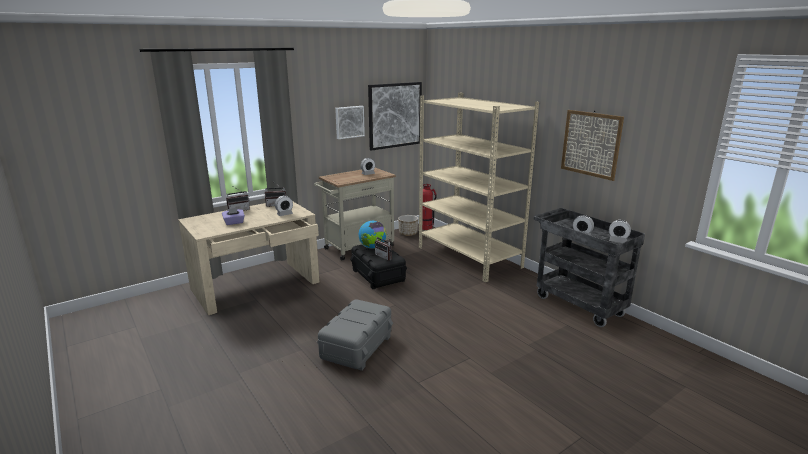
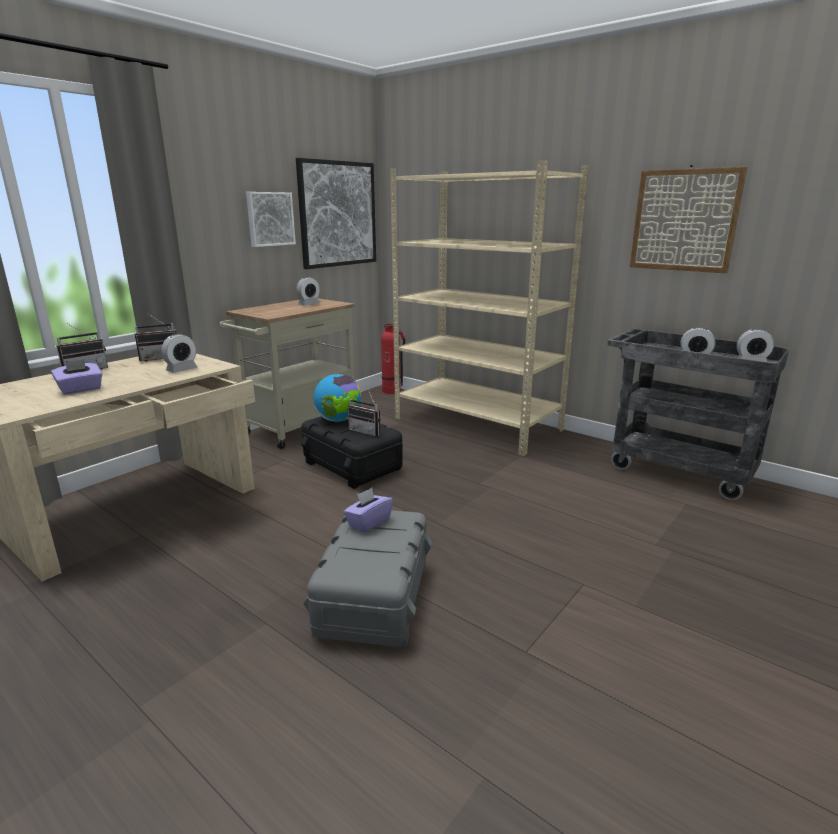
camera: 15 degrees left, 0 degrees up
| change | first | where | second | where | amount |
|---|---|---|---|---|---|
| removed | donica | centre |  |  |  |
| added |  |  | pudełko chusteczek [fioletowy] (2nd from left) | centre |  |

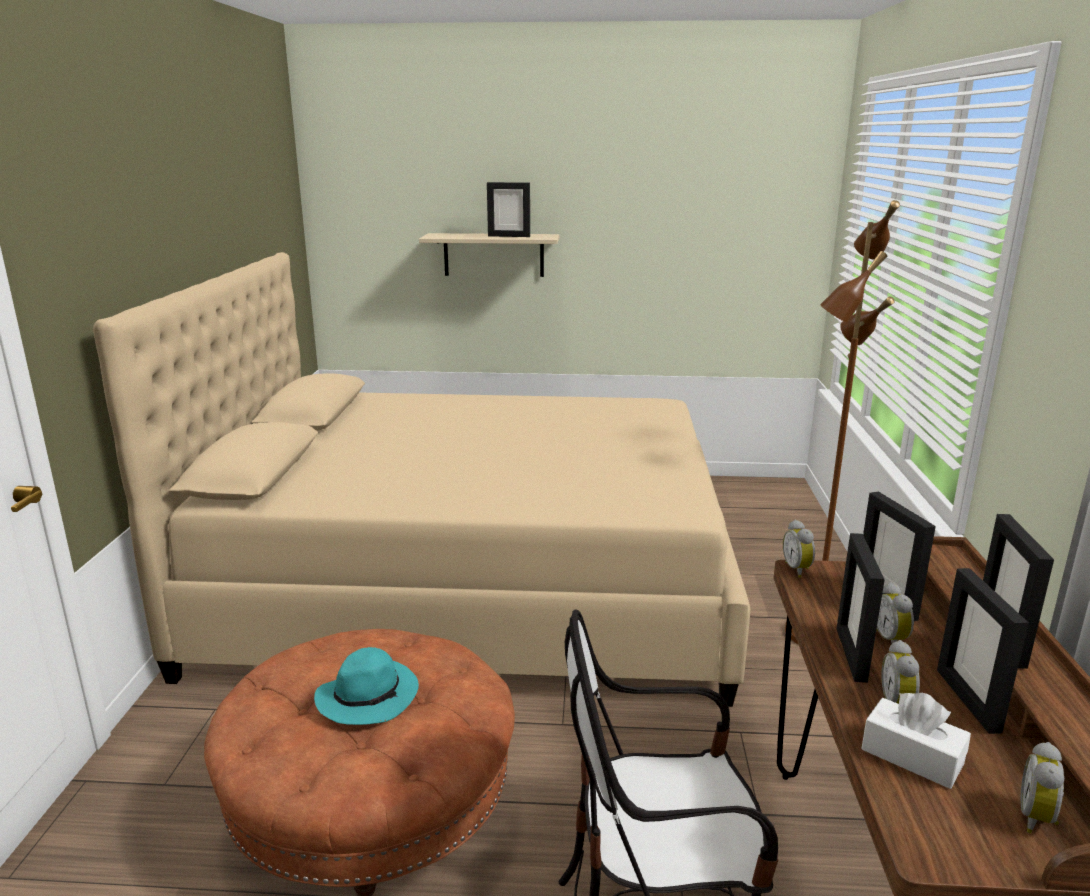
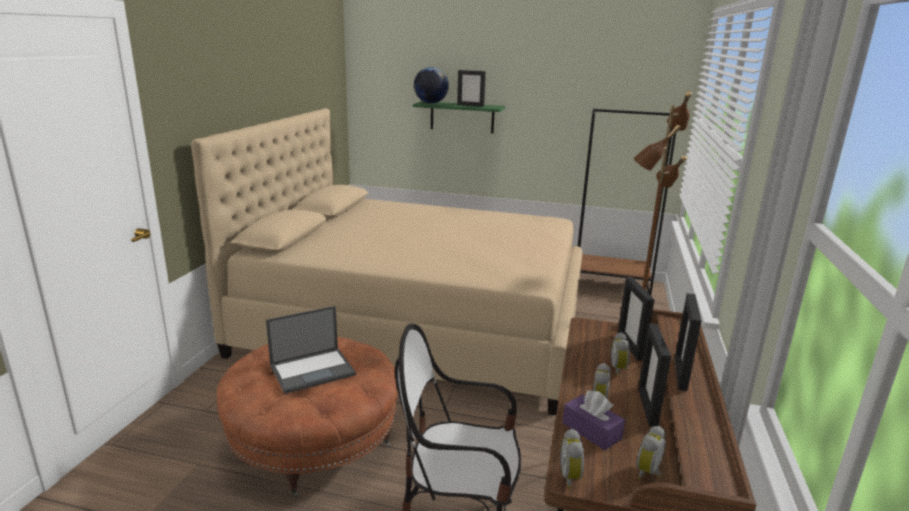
camera: 10 degrees right, 0 degrees up
| change | first | where | second | where | amount |
|---|---|---|---|---|---|
| replaced | kapelusz [turkusowy] | bottom centre | laptop | bottom centre |  |
| recoloured | półka [beżowy] | top centre | półka [zielony] | top centre |  |
| moved | budzik (1st from left) | middle right |  | bottom centre |  |
| removed | ramka na zdjęcie (2nd from left) | bottom right |  |  |  |
| recoloured | pudełko chusteczek [biały] | bottom right | pudełko chusteczek [fioletowy] | bottom centre |  |
| added |  |  | globus | top centre |  |
| added |  |  | wieszak | middle right |  |

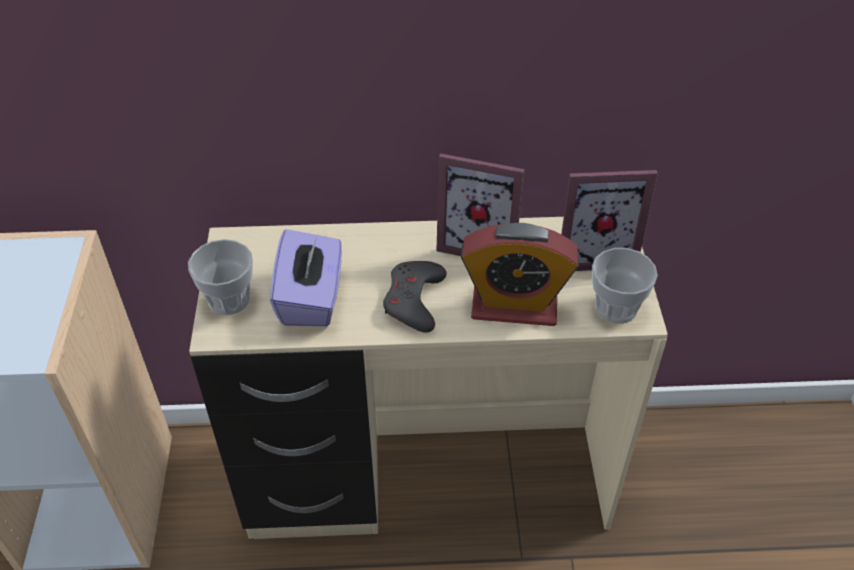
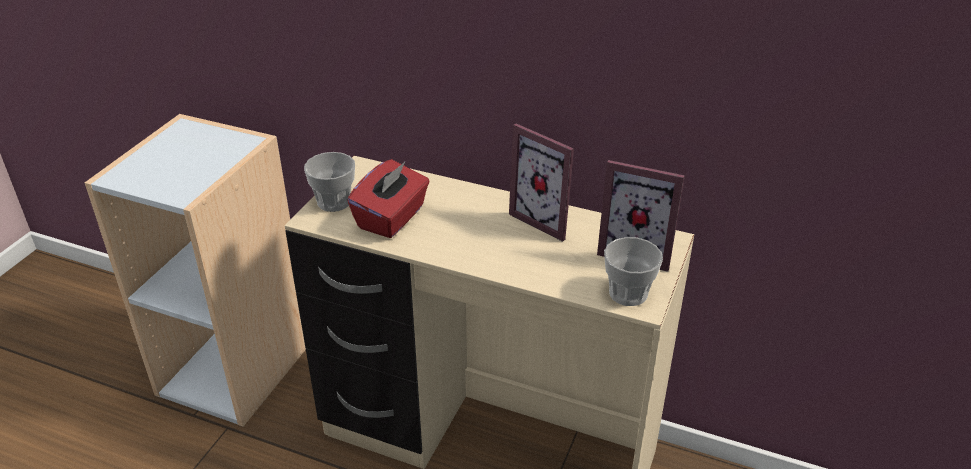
camera: 25 degrees right, 10 degrees down
| change | first | where | second | where | amount |
|---|---|---|---|---|---|
| recoloured | pudełko chusteczek [fioletowy] | centre | pudełko chusteczek [czerwony] | centre |  |
| removed | pad do gier [szary] | centre |  |  |  |
| removed | budzik | centre |  |  |  |

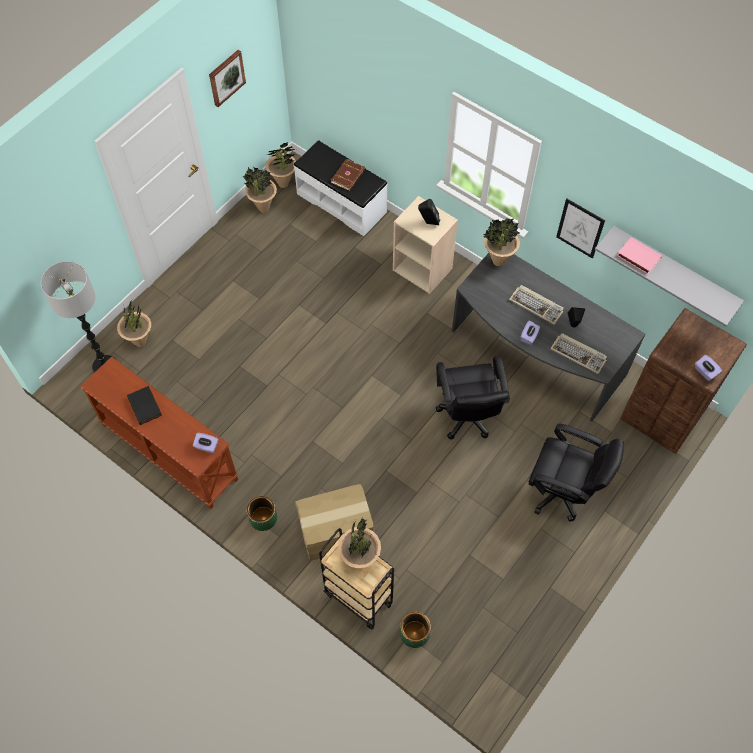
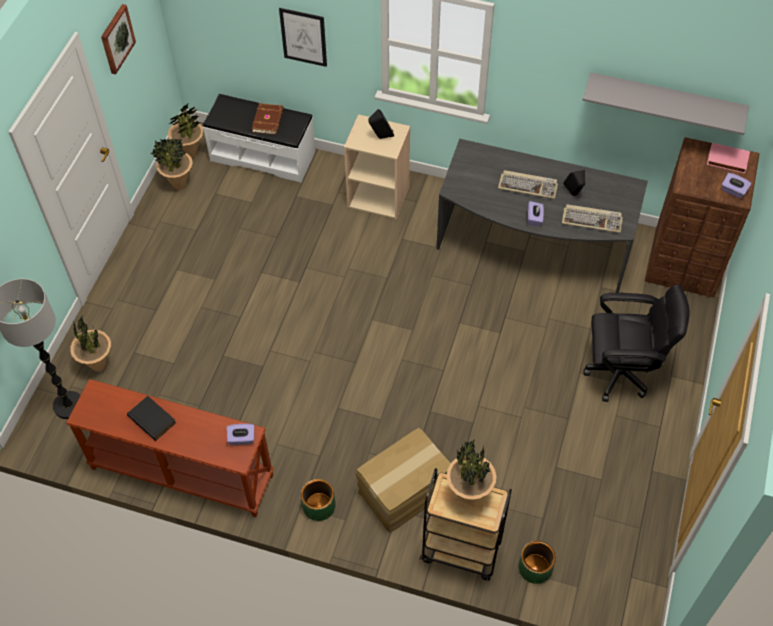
camera: 20 degrees left, 5 degrees down
| change | first | where | second | where | amount |
|---|---|---|---|---|---|
| removed | krzesło biurowe [czarny] (1st from left) | centre |  |  |  |
| removed | roślina doniczkowa (5th from left) | top centre |  |  |  |
| moved | obraz (2nd from left) | top right |  | top centre |  |
| moved | książka [różowy] | middle right |  | top right |  |

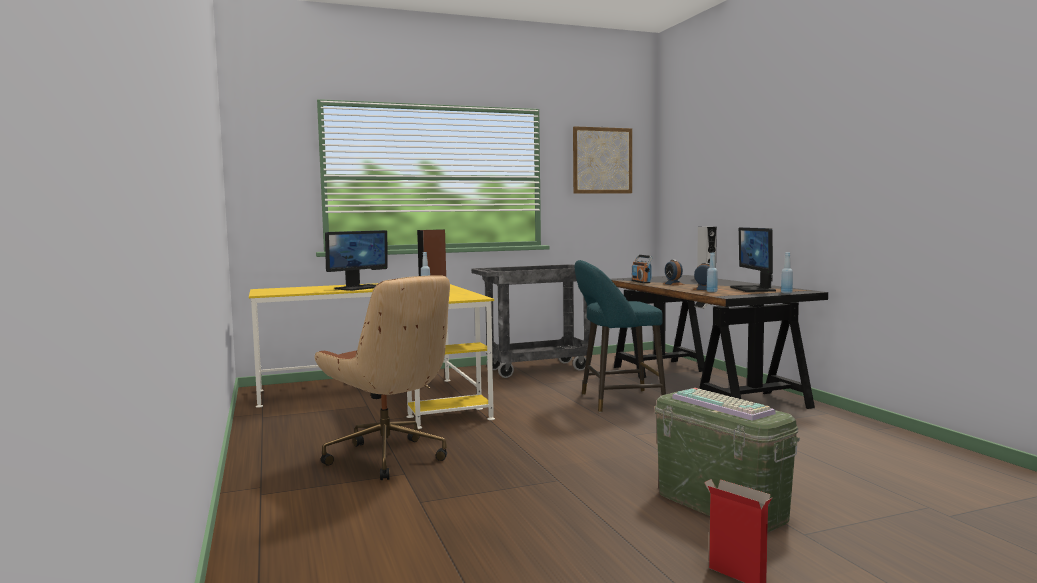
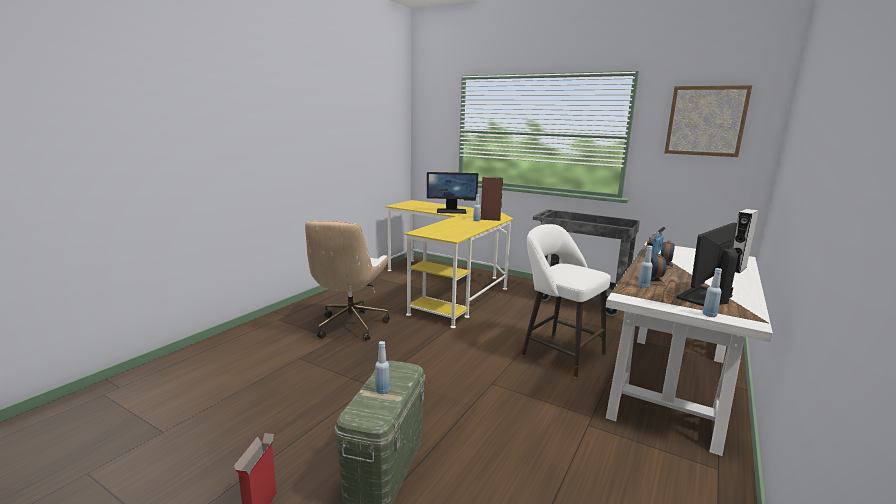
camera: 50 degrees right, 10 degrees up
| change | first | where | second | where | amount |
|---|---|---|---|---|---|
| recoloured | krzesło biurowe [brązowy] | centre | krzesło biurowe [biały] | centre |  |
| recoloured | stołek [turkusowy] | centre | stołek [biały] | centre |  |
| recoloured | biurko [czarny] | middle right | biurko [biały] | bottom right |  |
| replaced | klawiatura | bottom right | butelka [niebieski] (1st from left) | bottom centre |  |

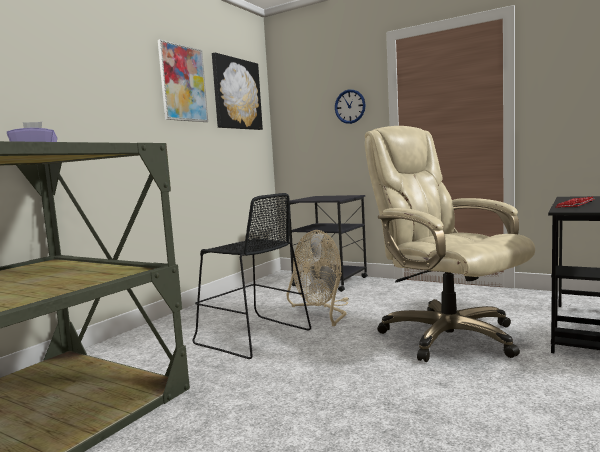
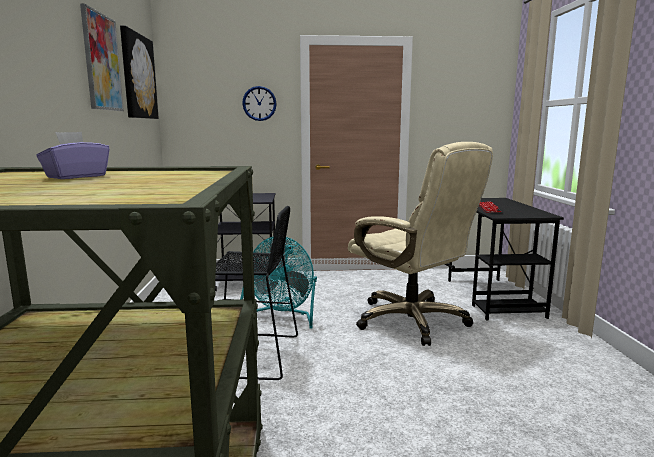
camera: 35 degrees left, 5 degrees up
| change | first | where | second | where | amount |
|---|---|---|---|---|---|
| recoloured | wentylator [beżowy] | centre | wentylator [turkusowy] | centre |  |
| turned | krzesło biurowe [beżowy] | middle right |  | centre | 150 degrees counterclockwise |

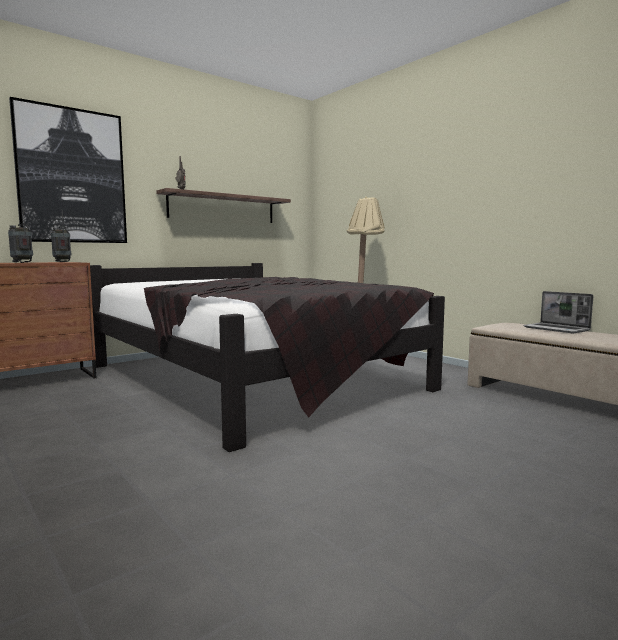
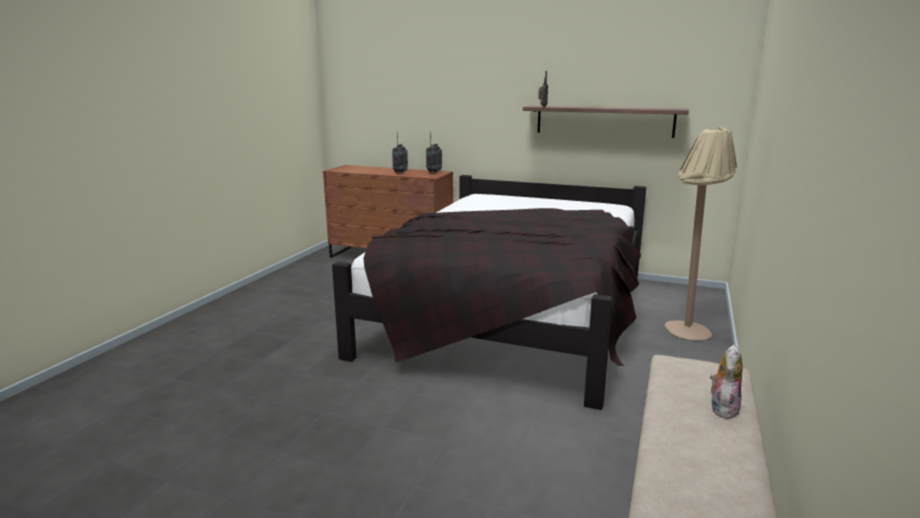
camera: 60 degrees right, 10 degrees up
| change | first | where | second | where | amount |
|---|---|---|---|---|---|
| removed | obraz | top left |  |  |  |
| replaced | laptop | middle right | pluszak | bottom right |  |

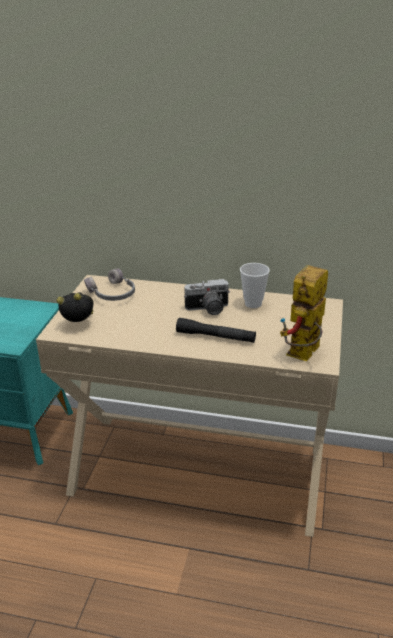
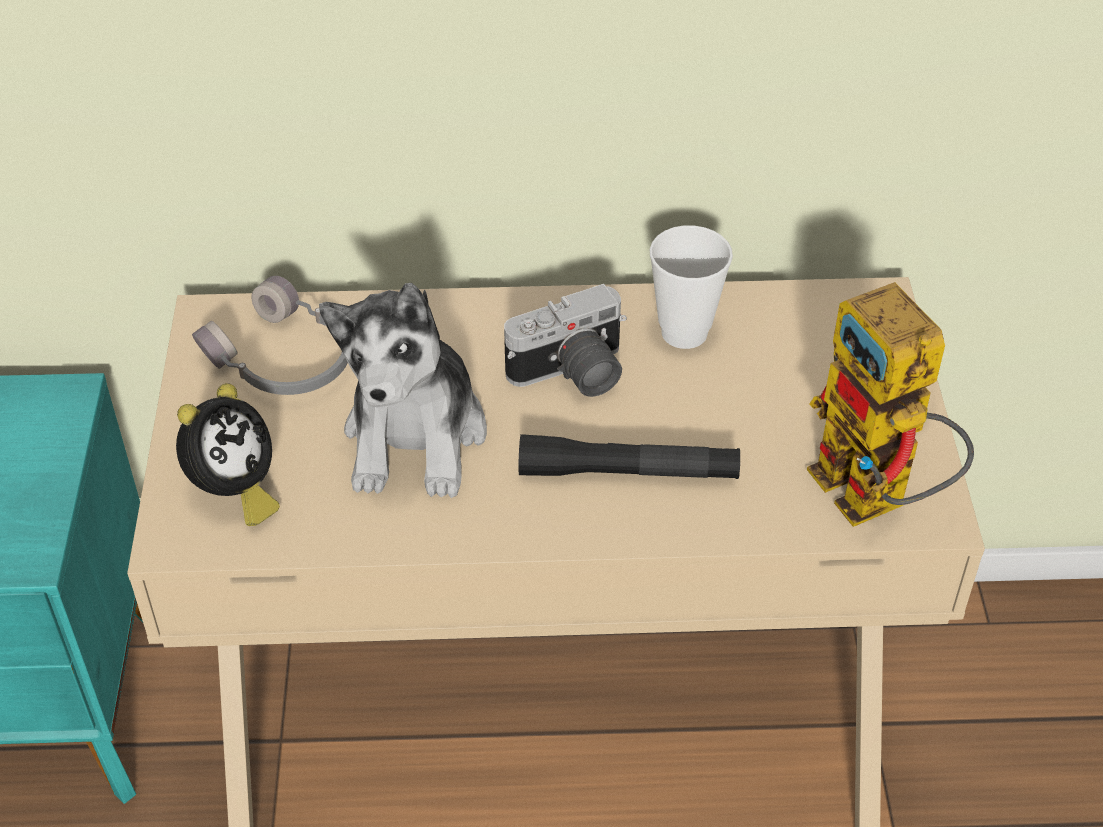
camera: 15 degrees left, 15 degrees up
| change | first | where | second | where | amount |
|---|---|---|---|---|---|
| turned | budzik | middle left |  | middle left | 135 degrees clockwise |
| turned | robot zabawkowy | middle right |  | middle right | 45 degrees counterclockwise |
| added |  |  | pluszak | centre |  |

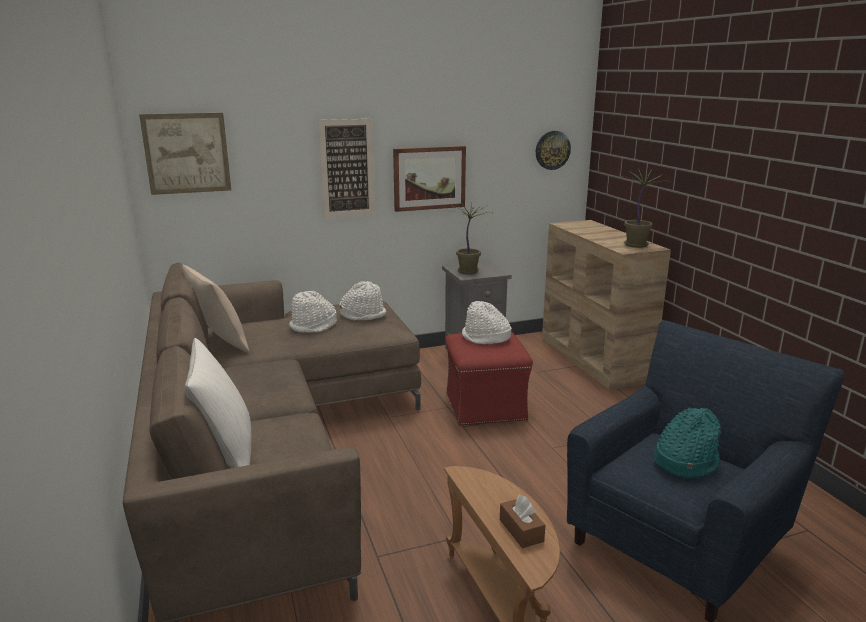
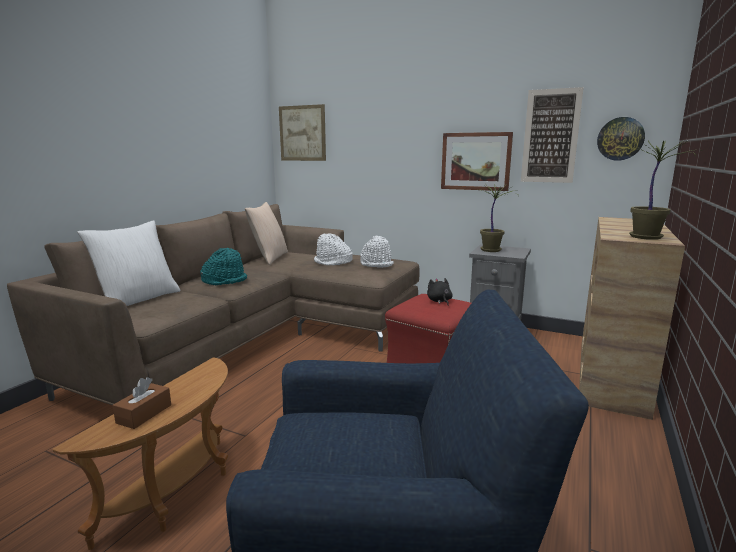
camera: 45 degrees right, 5 degrees down
| change | first | where | second | where | amount |
|---|---|---|---|---|---|
| moved | obraz (2nd from left in the first image) | top centre | obraz (3rd from left) | top right |  |
| replaced | kapelusz [biały] (3rd from left) | centre | pluszak [czarny] | centre |  |
| moved | kapelusz [turkusowy] | bottom right |  | middle left |  |

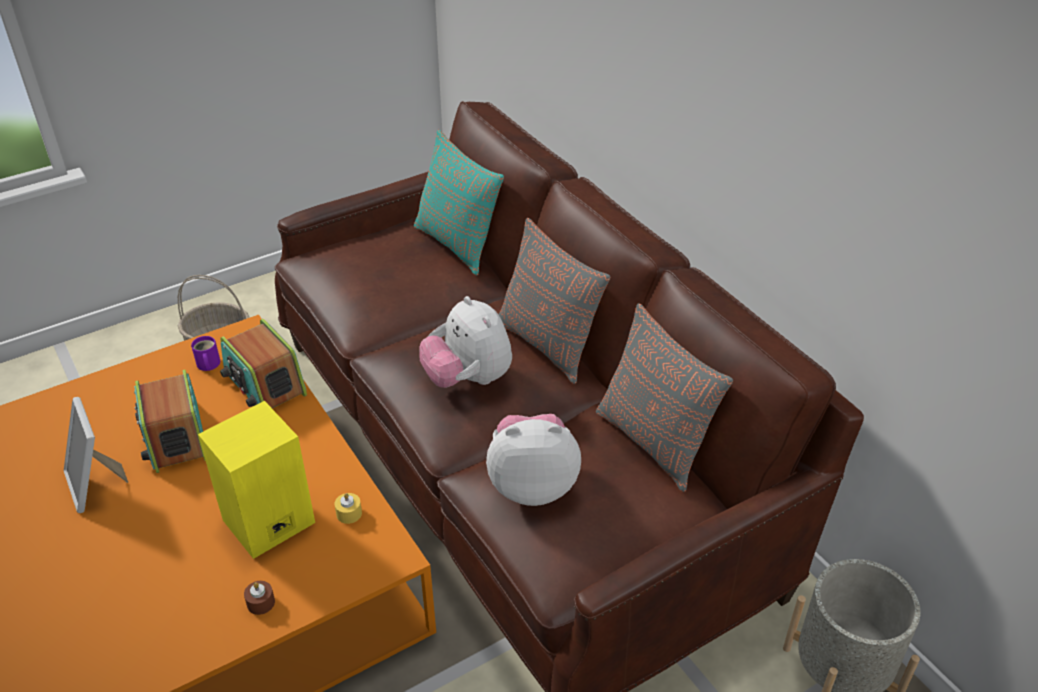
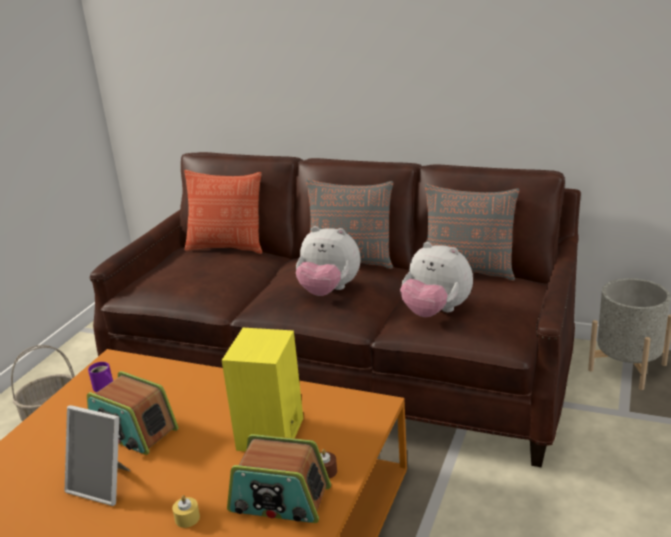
camera: 35 degrees left, 15 degrees down
| change | first | where | second | where | amount |
|---|---|---|---|---|---|
| moved | radio (2nd from left) | middle left |  | bottom centre |  |
| moved | świeca [żółty] | bottom centre |  | bottom left |  |
| recoloured | poduszka [turkusowy] | top centre | poduszka [pomarańczowy] | middle left |  |
| turned | pluszak (2nd from left) | centre |  | centre | 105 degrees counterclockwise |

